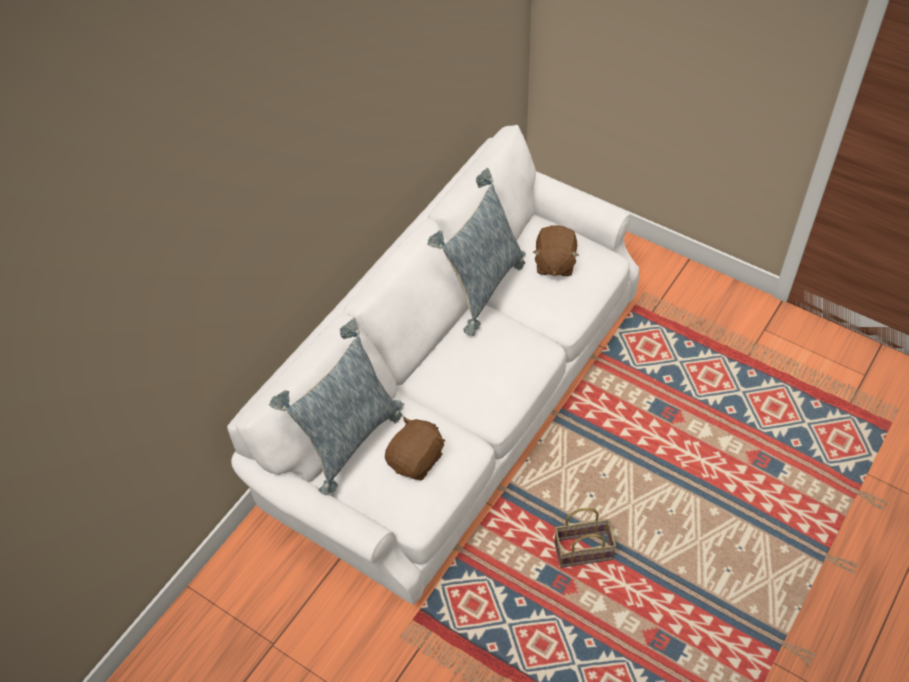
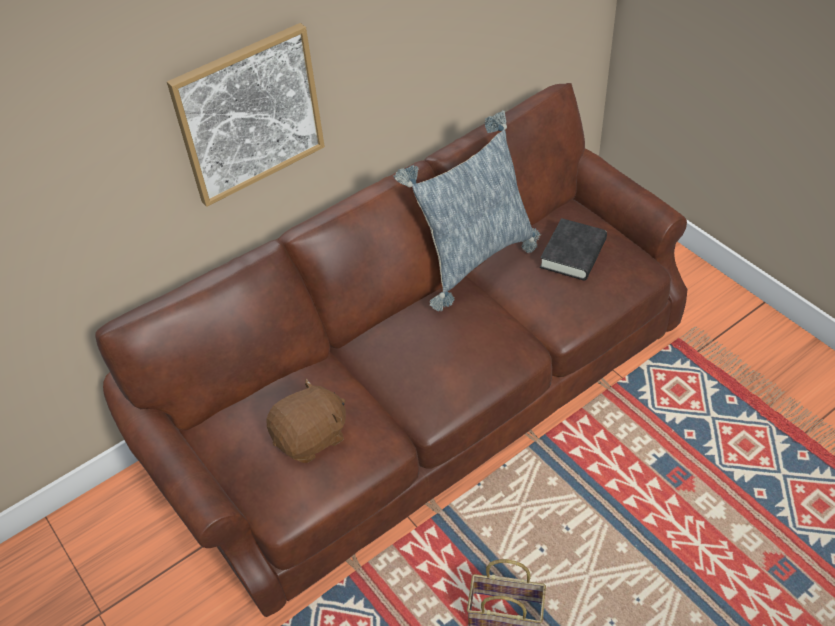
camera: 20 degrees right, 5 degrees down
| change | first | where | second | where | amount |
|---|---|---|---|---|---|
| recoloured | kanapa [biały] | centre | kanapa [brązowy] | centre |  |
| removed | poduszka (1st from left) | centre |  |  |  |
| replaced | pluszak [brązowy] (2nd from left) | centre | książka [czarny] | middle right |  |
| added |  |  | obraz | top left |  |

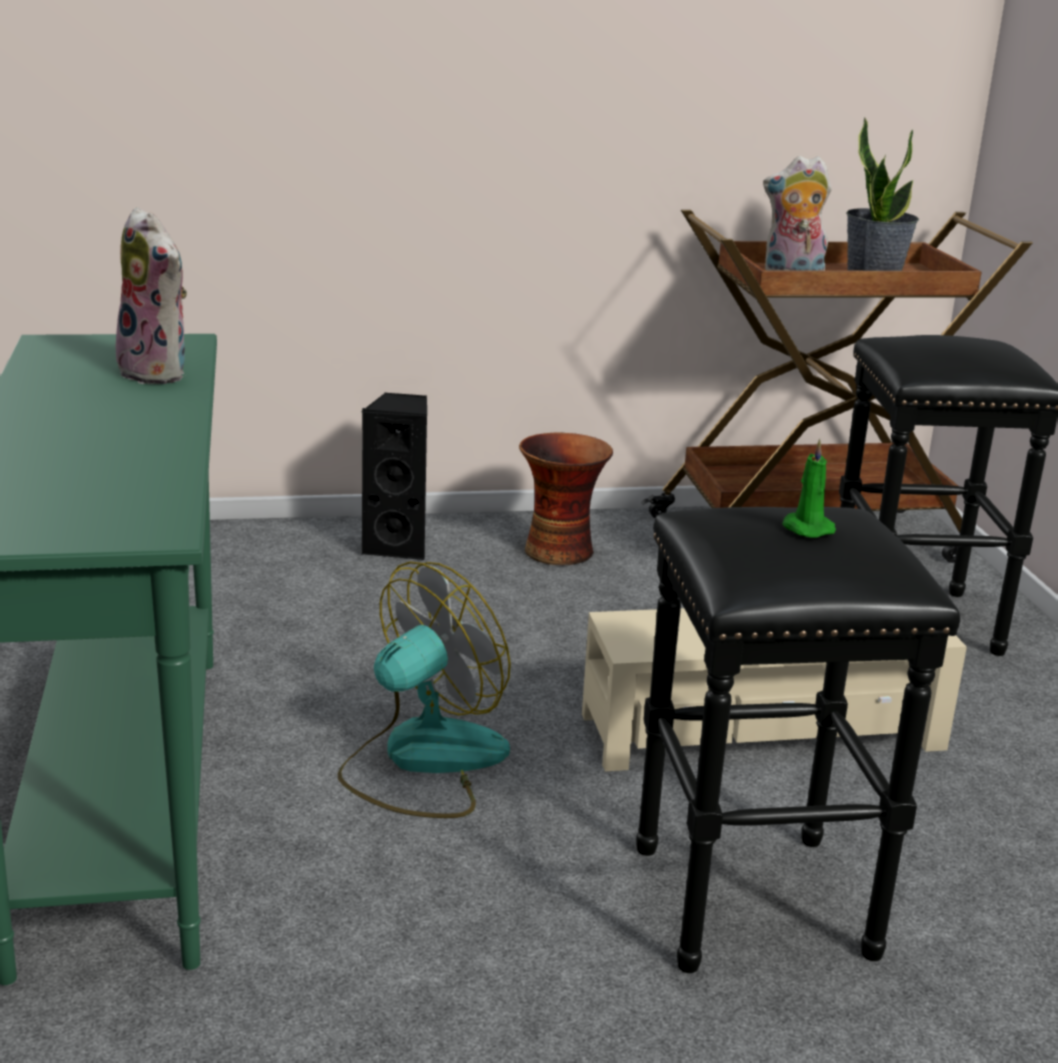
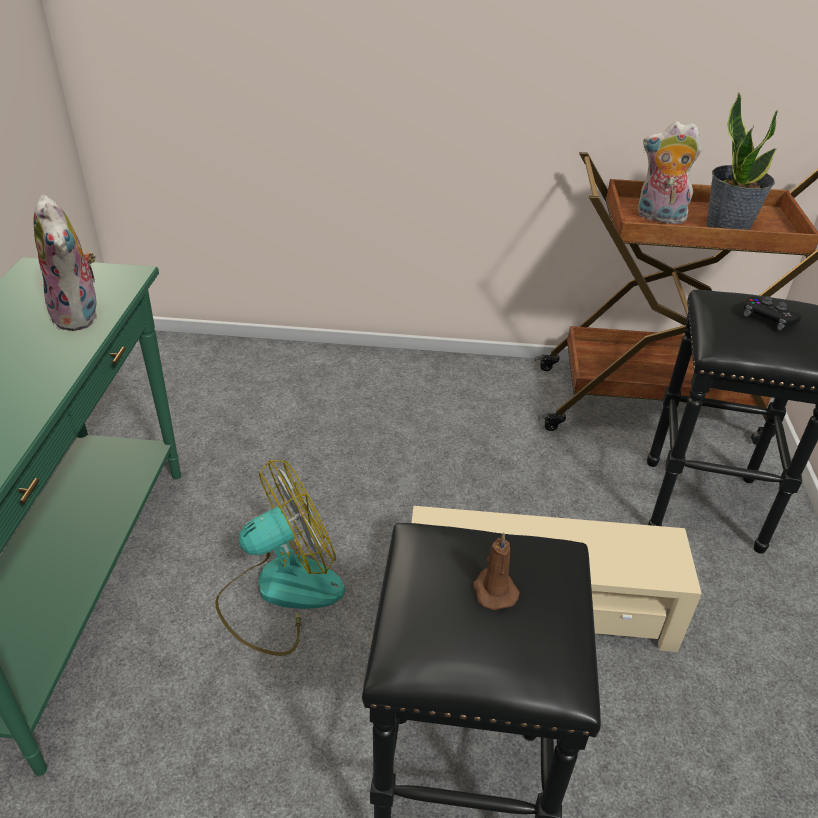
camera: 15 degrees right, 15 degrees up
| change | first | where | second | where | amount |
|---|---|---|---|---|---|
| removed | głośnik [czarny] | centre |  |  |  |
| removed | wazon | centre |  |  |  |
| recoloured | świeca [zielony] | middle right | świeca [brązowy] | bottom centre |  |
| added |  |  | pad do gier [czarny] | middle right |  |

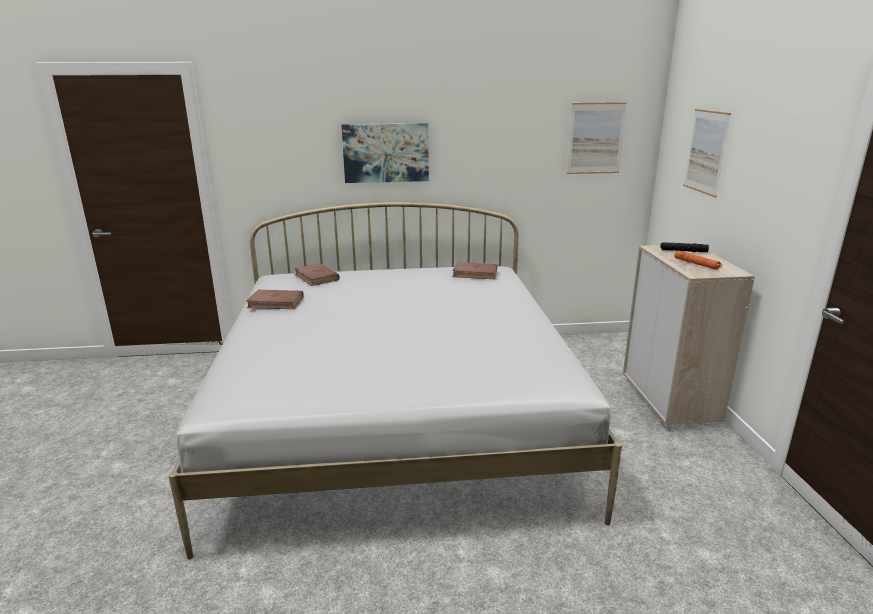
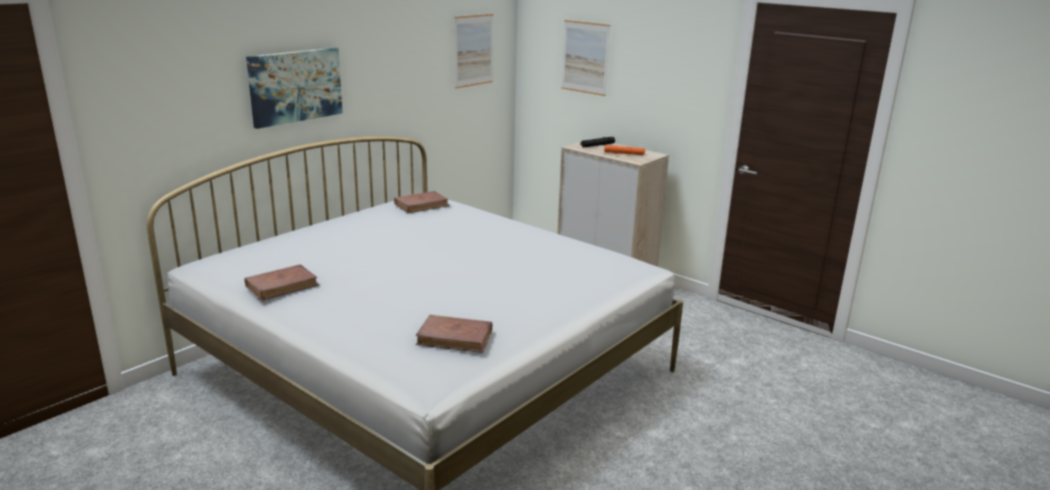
camera: 45 degrees left, 0 degrees up
| change | first | where | second | where | amount |
|---|---|---|---|---|---|
| moved | książka [brązowy] (2nd from left in the first image) | centre | książka [brązowy] (3rd from left) | bottom centre |  |

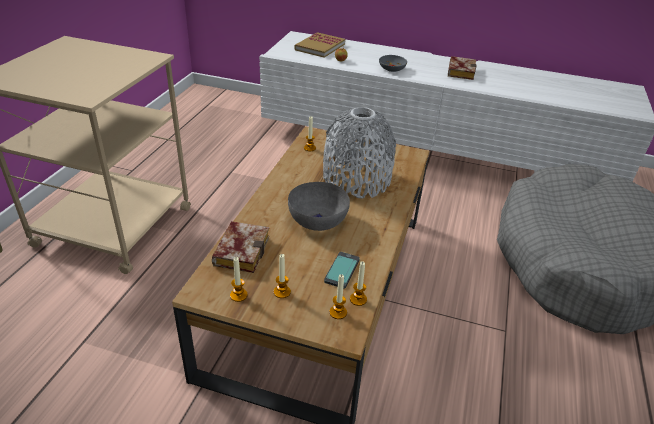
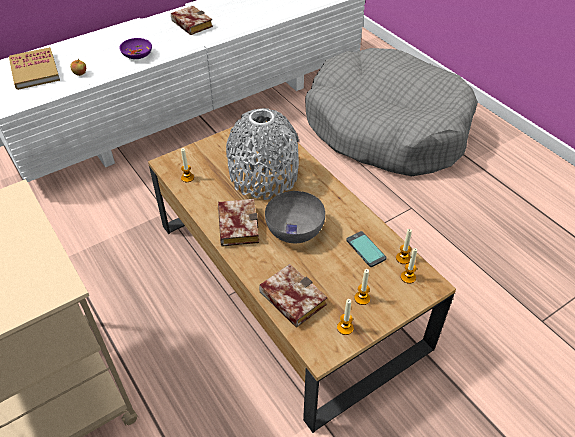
camera: 50 degrees left, 10 degrees up
| change | first | where | second | where | amount |
|---|---|---|---|---|---|
| recoloured | miska [szary] (2nd from left) | top centre | miska [fioletowy] | top left |  |
| added |  |  | książka (3rd from left) | centre |  |

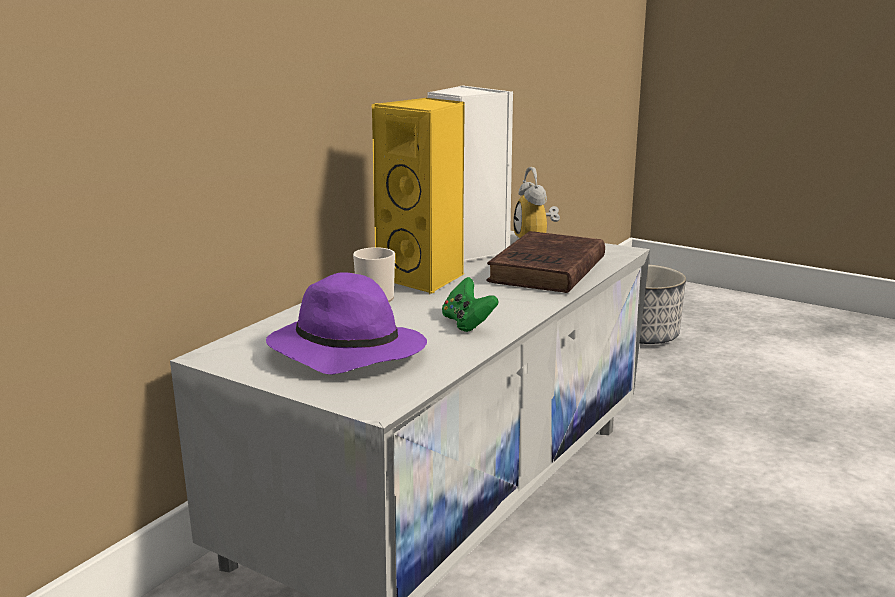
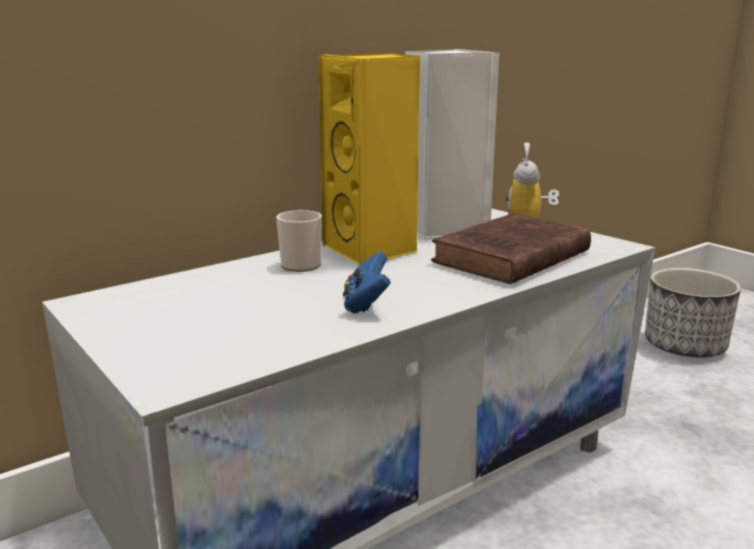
camera: 20 degrees right, 0 degrees up
| change | first | where | second | where | amount |
|---|---|---|---|---|---|
| removed | kapelusz [fioletowy] | centre |  |  |  |
| recoloured | pad do gier [zielony] | centre | pad do gier [niebieski] | centre |  |

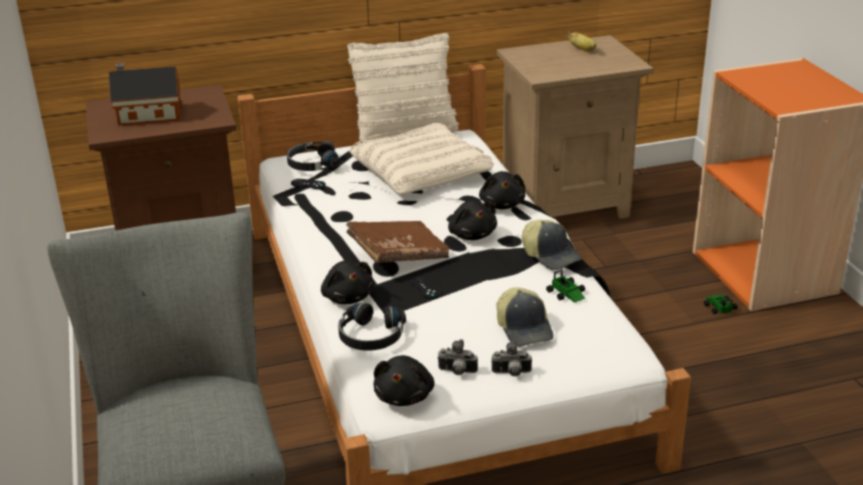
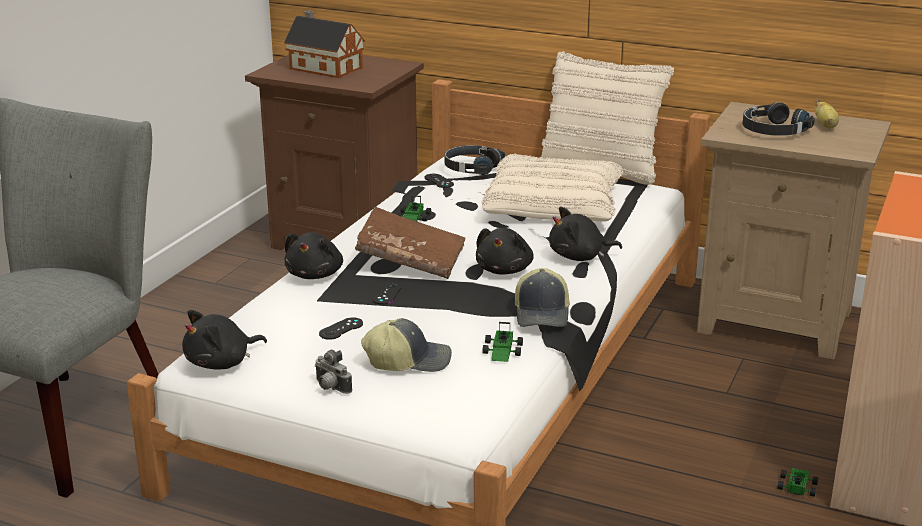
camera: 40 degrees right, 5 degrees down
| change | first | where | second | where | amount |
|---|---|---|---|---|---|
| moved | słuchawki [czarny] (2nd from left) | bottom centre |  | top right |  |
| removed | aparat fotograficzny (1st from left) | bottom centre |  |  |  |
| turned | pluszak [czarny] (4th from left) | centre |  | centre | 45 degrees clockwise |
| turned | czapka z daszkiem (1st from left) | centre |  | centre | 120 degrees counterclockwise |
| added |  |  | pad do gier [czarny] (1st from left) | centre |  |
| added |  |  | samochodzik (1st from left) | centre |  |

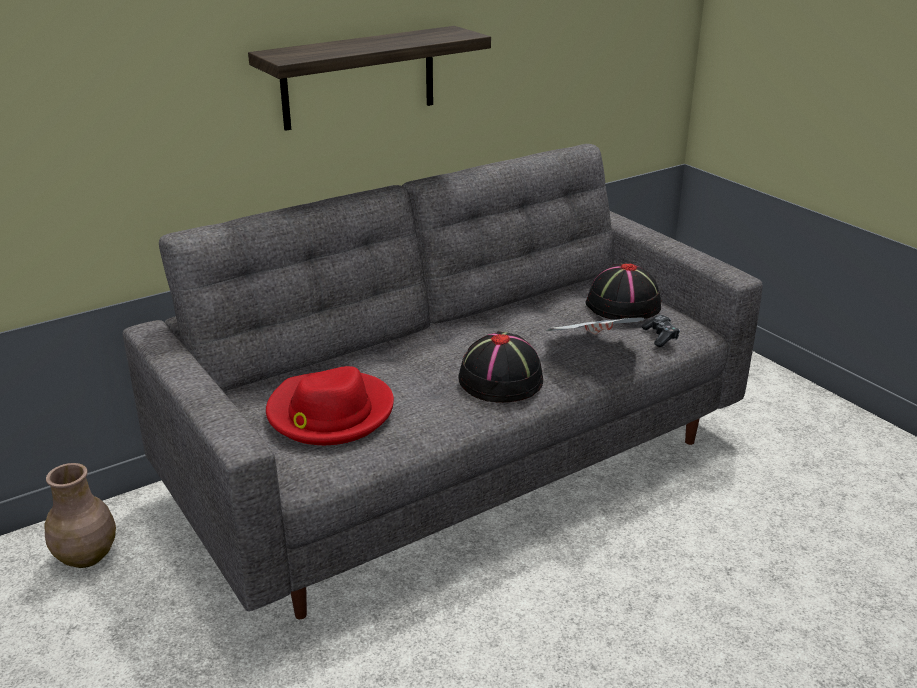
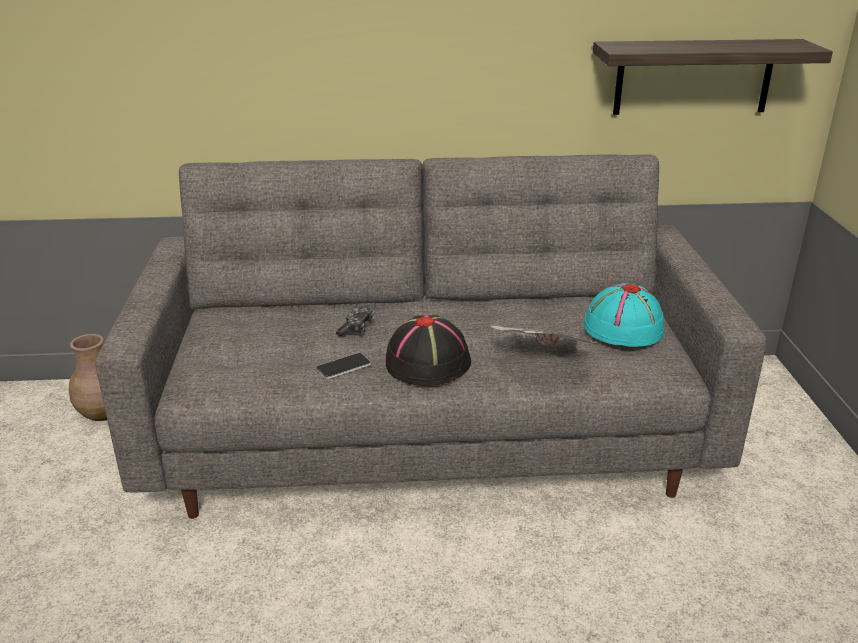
camera: 30 degrees right, 0 degrees up
| change | first | where | second | where | amount |
|---|---|---|---|---|---|
| moved | półka | top centre |  | top right |  |
| removed | kapelusz [czerwony] | centre |  |  |  |
| recoloured | kapelusz [czarny] (2nd from left) | middle right | kapelusz [turkusowy] | middle right |  |
| moved | pad do gier | middle right |  | centre |  |
| added |  |  | telefon | centre |  |

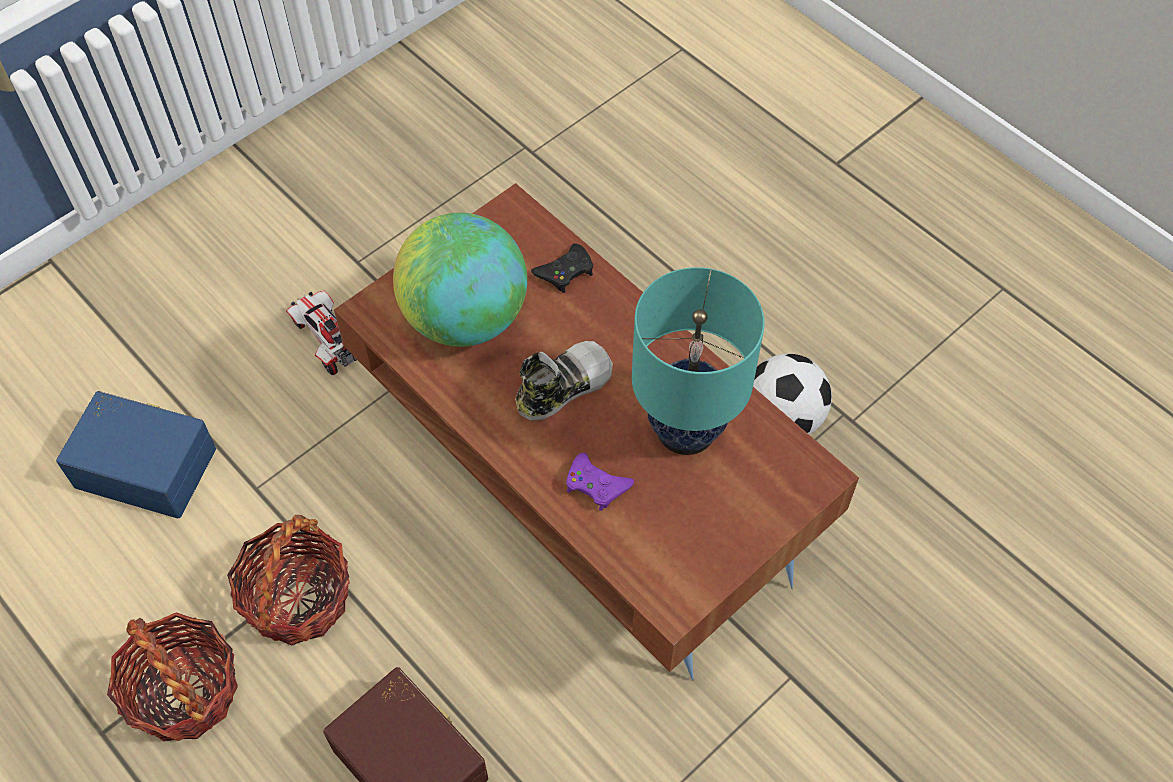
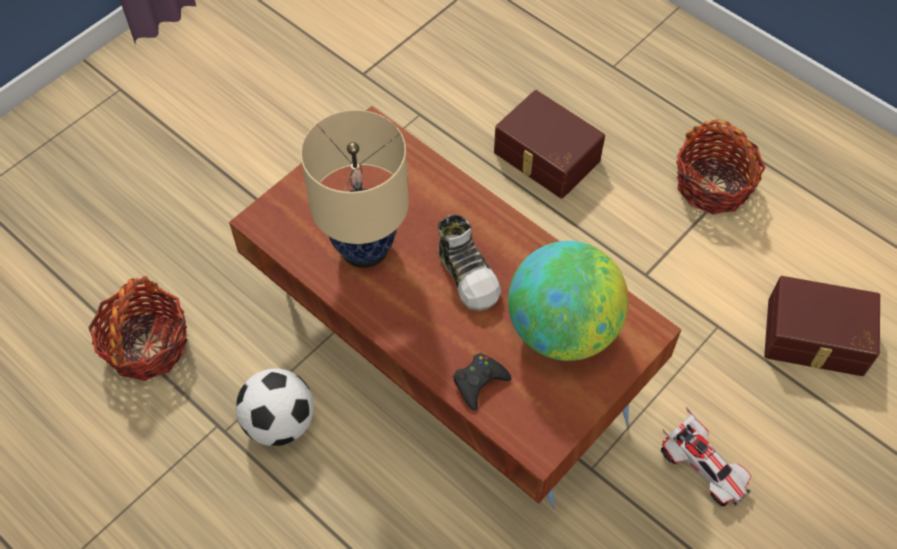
camera: 175 degrees right, 0 degrees up
| change | first | where | second | where | amount |
|---|---|---|---|---|---|
| recoloured | pojemnik do przechowywania [niebieski] | middle left | pojemnik do przechowywania [brązowy] (2nd from left) | middle right |  |
| moved | koszyk (2nd from left in the first image) | bottom left | koszyk (1st from left) | middle left |  |
| turned | but | centre |  | centre | 75 degrees counterclockwise |
| removed | pad do gier [fioletowy] | centre |  |  |  |
| recoloured | lampa stołowa [turkusowy] | centre | lampa stołowa [beżowy] | centre |  |

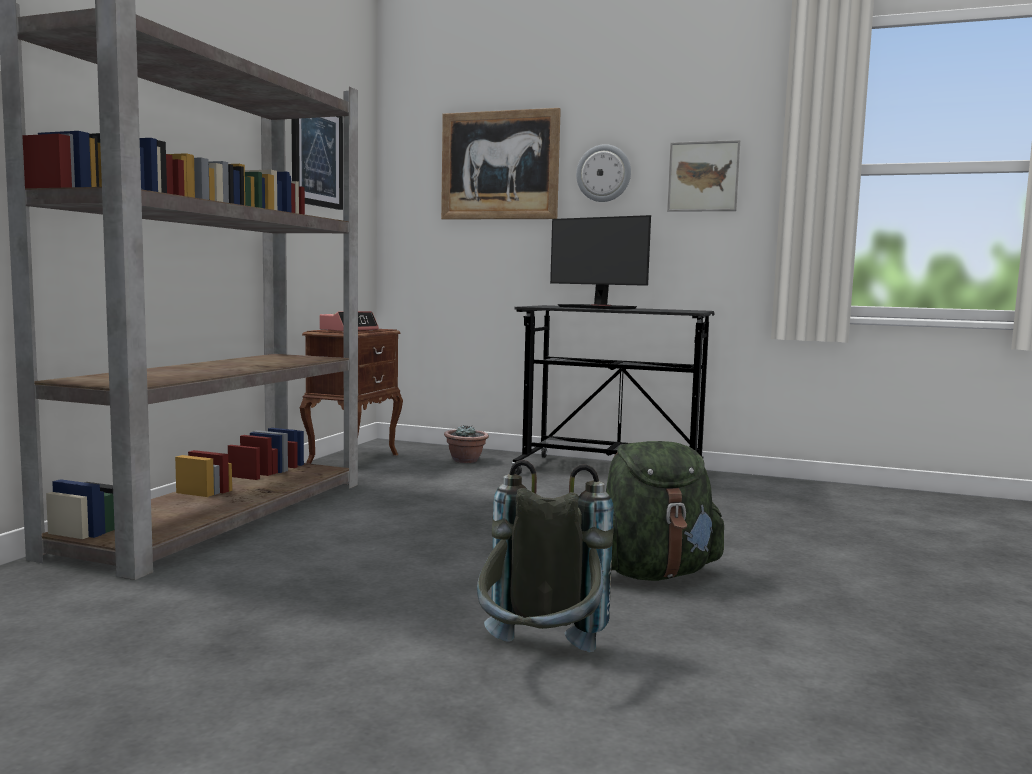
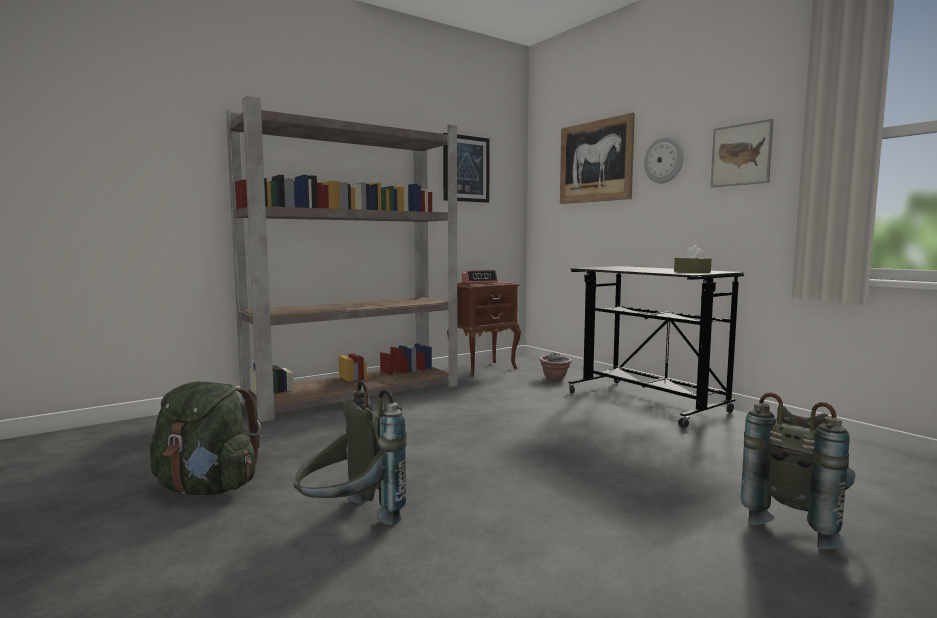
camera: 35 degrees right, 0 degrees up
| change | first | where | second | where | amount |
|---|---|---|---|---|---|
| removed | monitor | centre |  |  |  |
| moved | plecak [zielony] | centre |  | bottom left |  |
| added |  |  | pudełko chusteczek [brązowy] | middle right |  |
| added |  |  | plecak [szary] (2nd from left) | bottom right |  |

